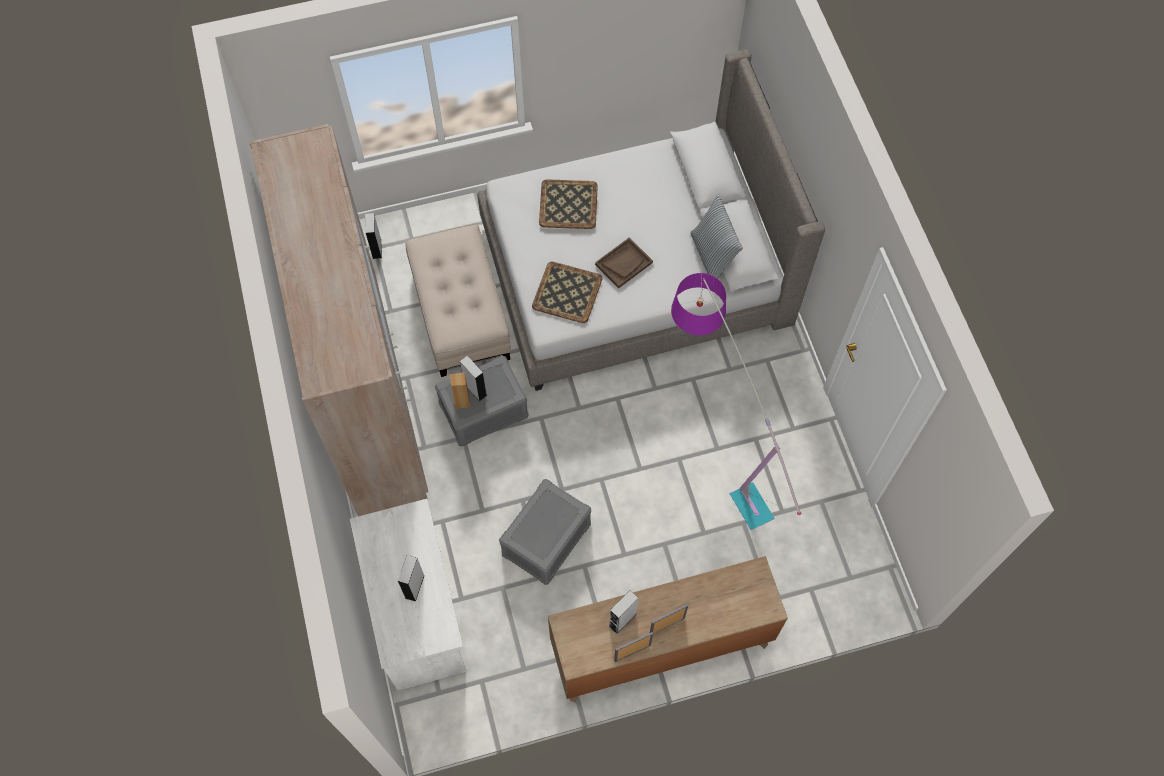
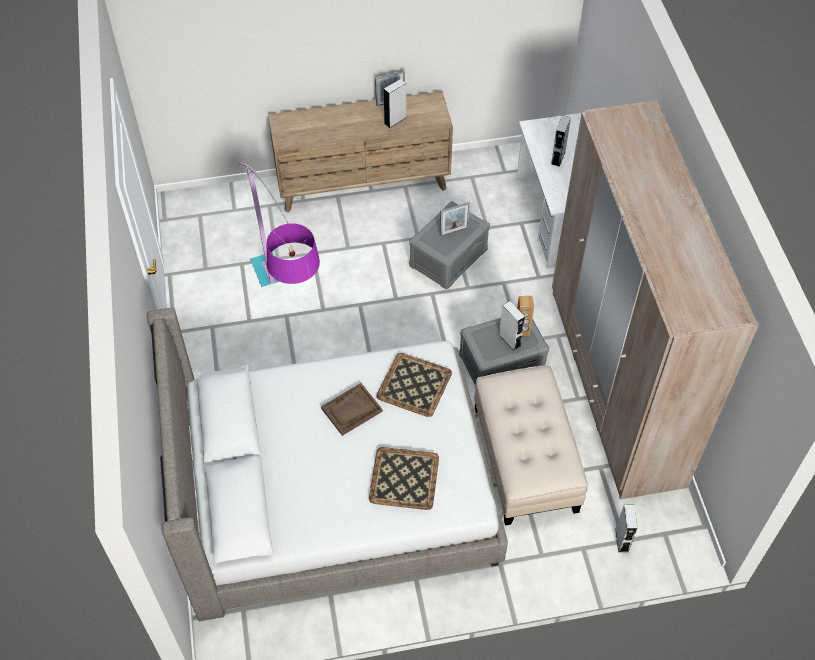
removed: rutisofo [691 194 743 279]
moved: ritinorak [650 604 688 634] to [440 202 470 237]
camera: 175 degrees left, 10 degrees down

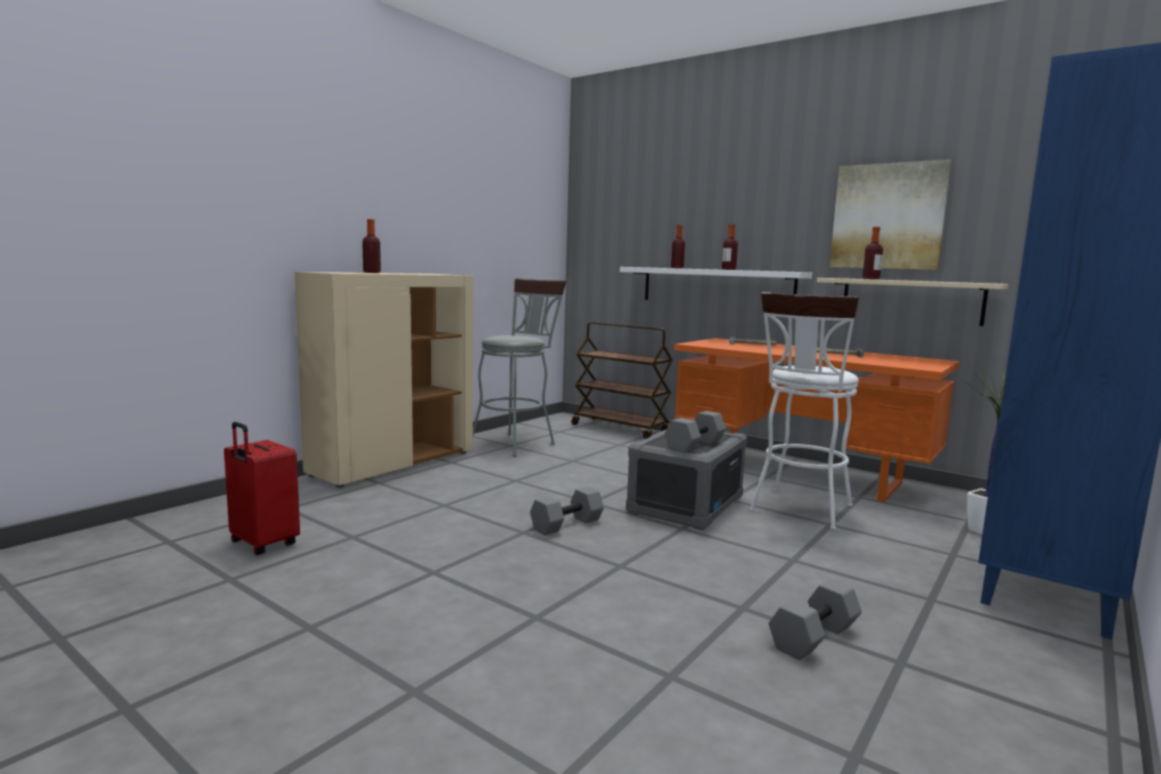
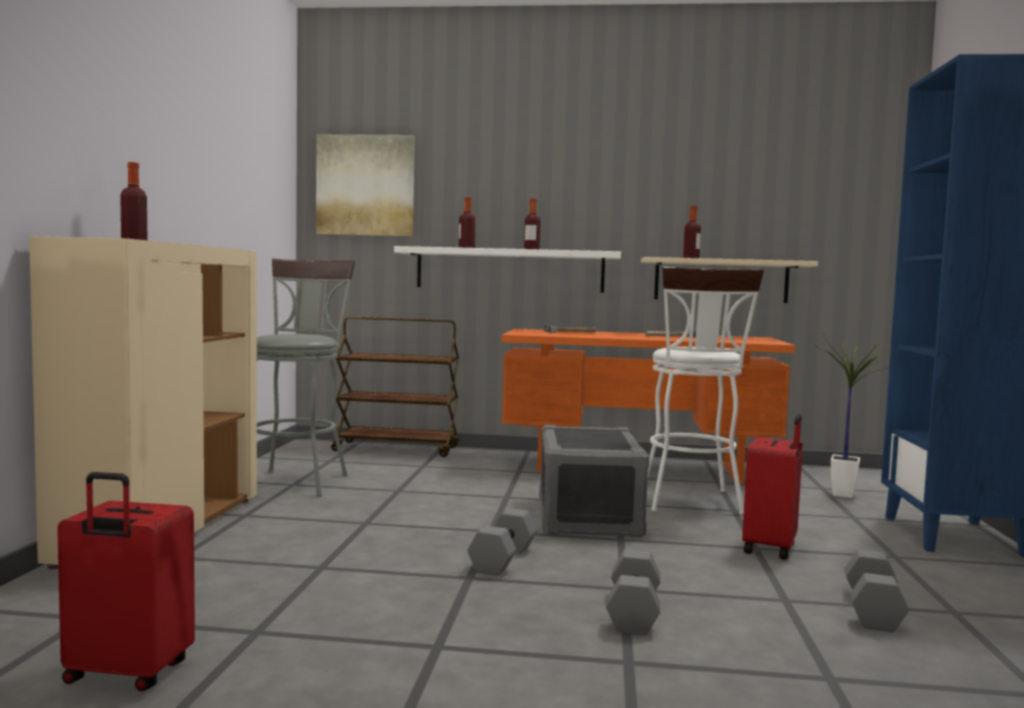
added: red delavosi [742 414 803 560]
moved: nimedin [830 159 952 270] to [316 134 415 236]; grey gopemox [664 411 726 453] to [606 549 660 635]
camera: 30 degrees left, 5 degrees down

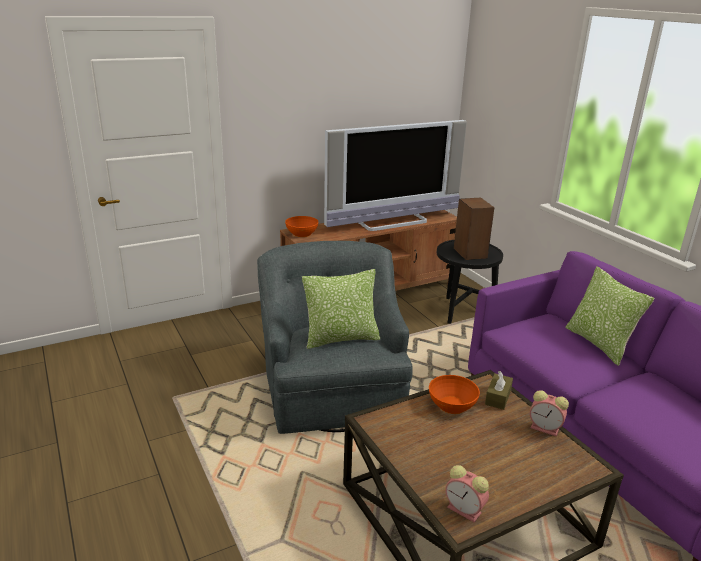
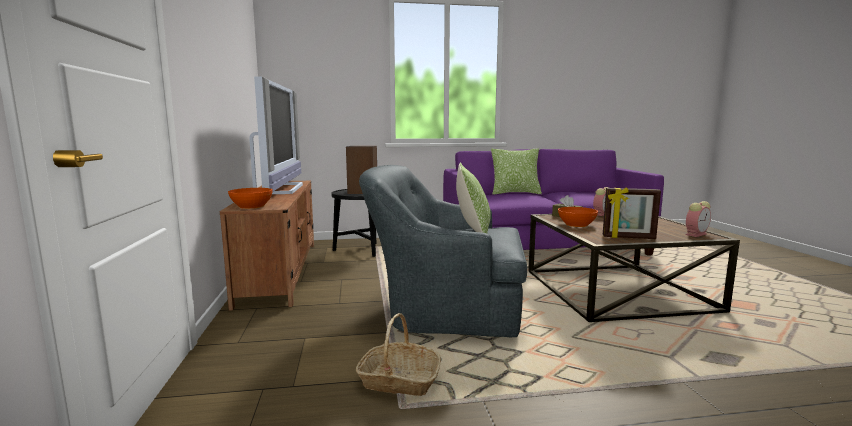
added: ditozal [356 313 441 396]; ritinorak [603 187 661 239]
camera: 70 degrees left, 15 degrees down

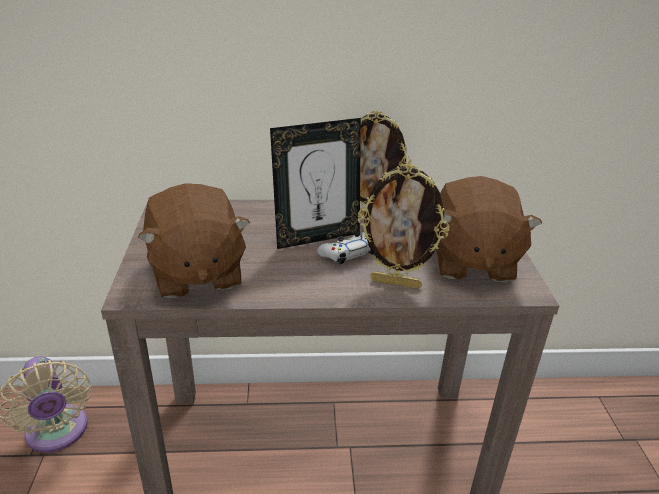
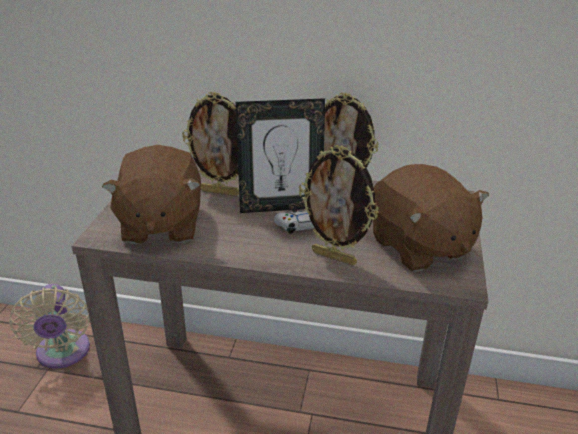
added: ritinorak [182 92 239 196]
turned: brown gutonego [436 176 542 282] = [373 164 489 272] 45 degrees counterclockwise
camera: 15 degrees right, 0 degrees up

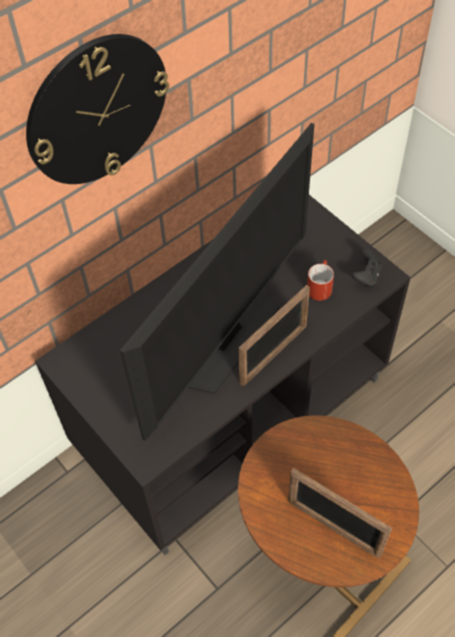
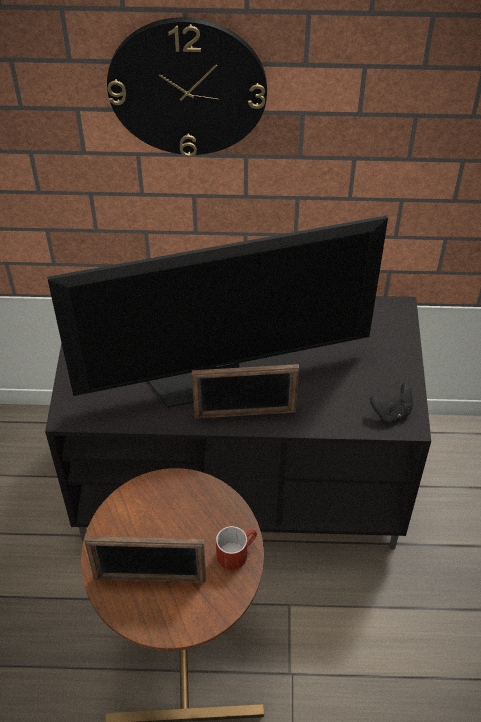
moved: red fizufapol [307 260 334 301] to [216 526 257 570]
turned: ritinorak [288 468 392 558] = [84 536 206 583] 75 degrees counterclockwise
camera: 40 degrees right, 5 degrees down

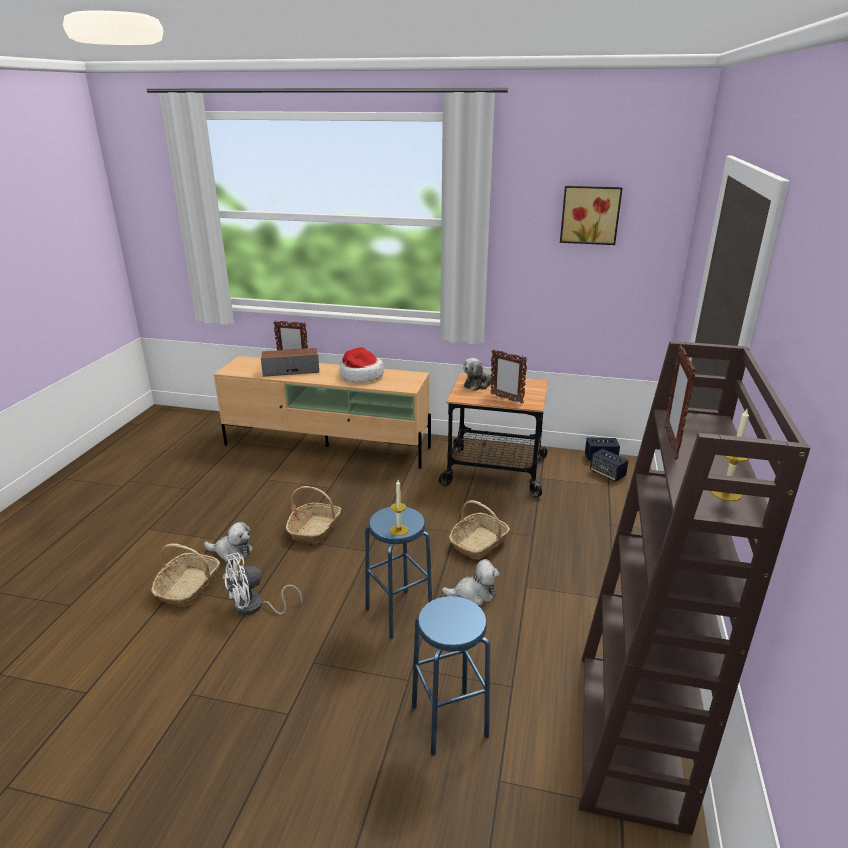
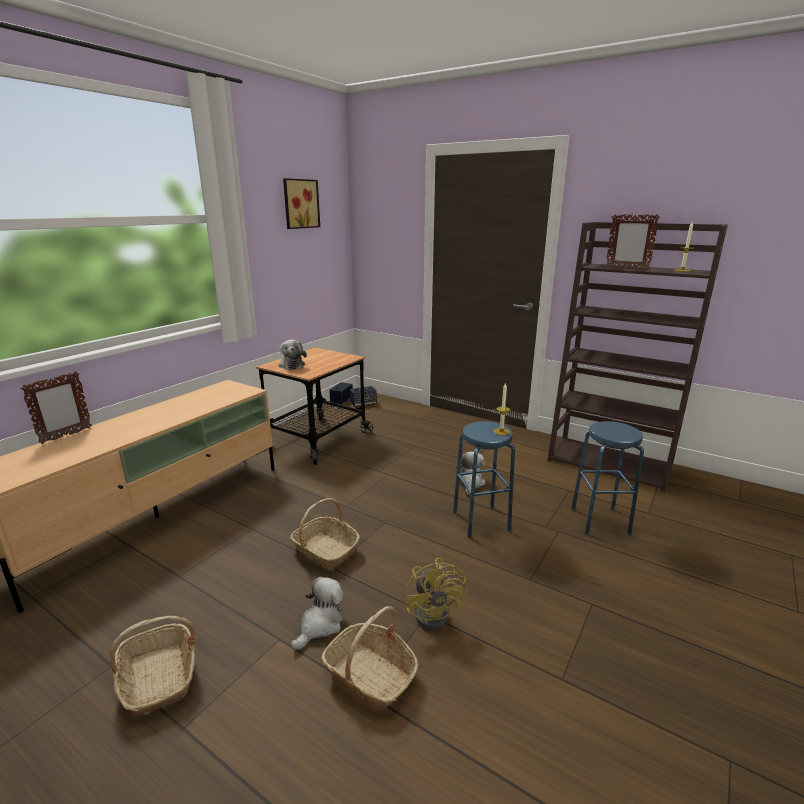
removed: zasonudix [261 348 319 377]; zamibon [340 347 384 382]; ritinorak [490 349 528 404]
moved: ditozal [449 500 510 560] to [110 616 196 716]
recoloured: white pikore [223 553 302 615] to yellow pikore [404 558 467 630]
camera: 70 degrees left, 5 degrees down

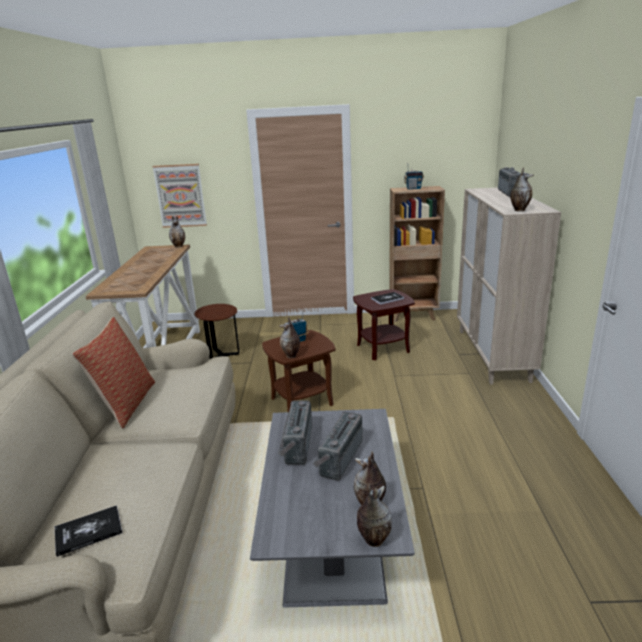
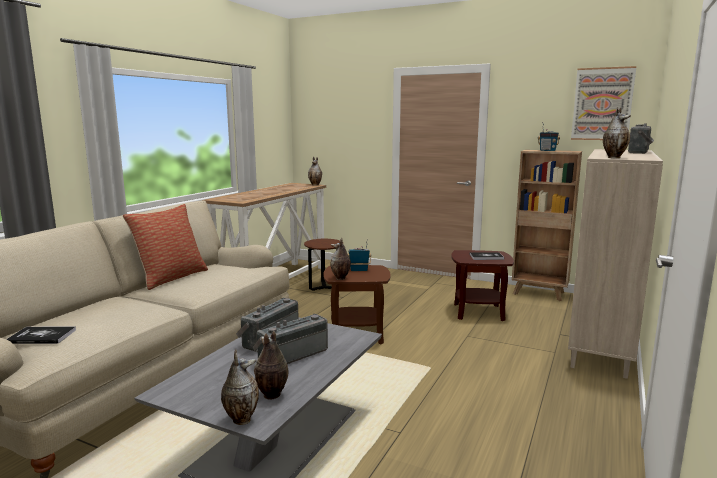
moved: nimedin [152 164 207 228] to [571 66 636 140]
camera: 25 degrees right, 10 degrees down

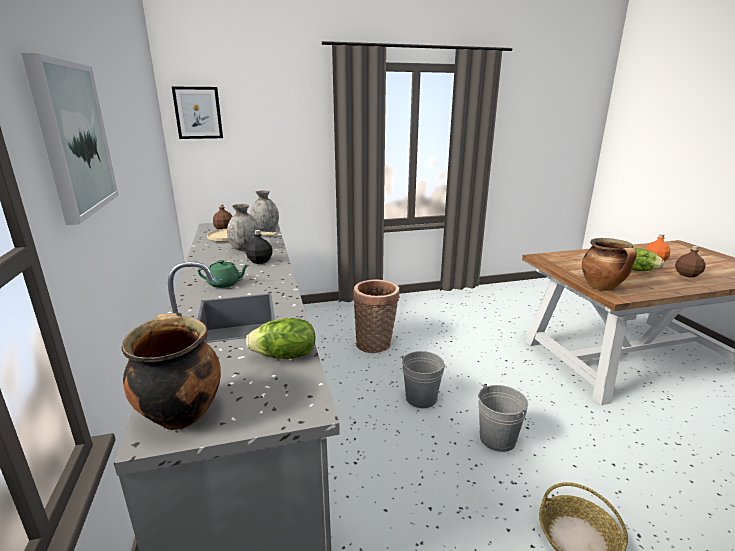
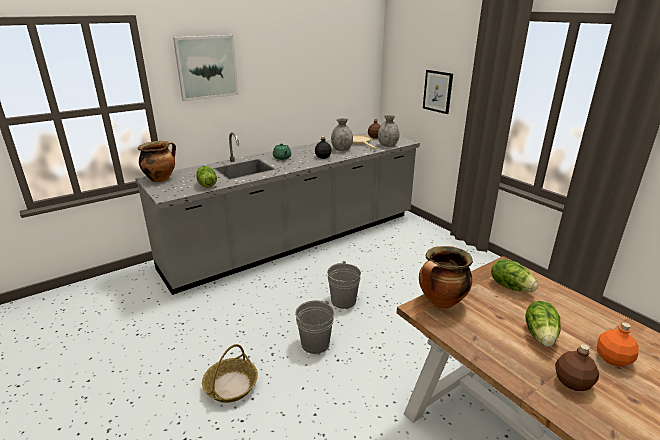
removed: ditozal [353 280 400 353]
added: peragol [491 259 538 292]
moved: nimedin [172 87 223 139] to [423 70 453 114]
camera: 70 degrees right, 5 degrees up

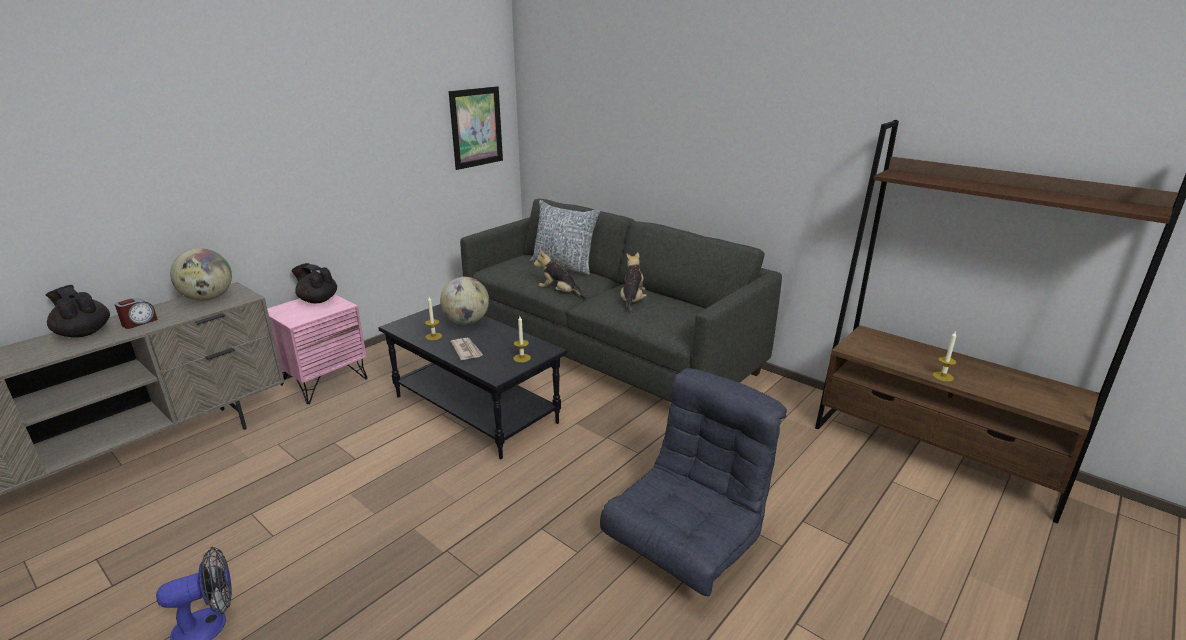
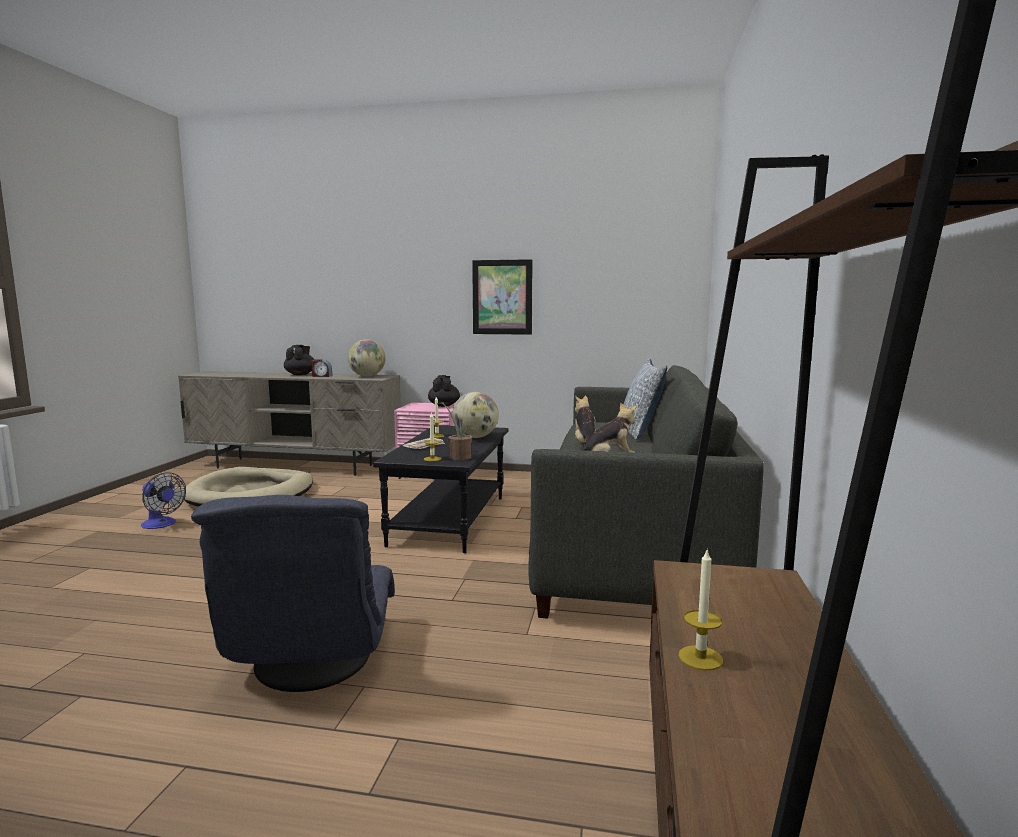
added: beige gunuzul [183 467 313 507]; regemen [437 402 476 460]
moved: nimedin [449 86 503 170] to [472 259 532 335]
turned: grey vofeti [600 368 787 596] = [191 495 395 692] 75 degrees clockwise
camera: 60 degrees right, 15 degrees down

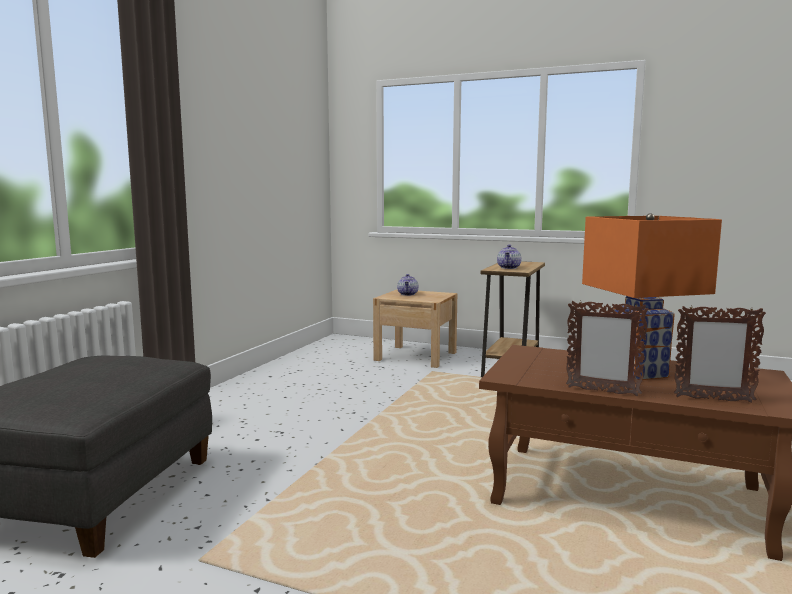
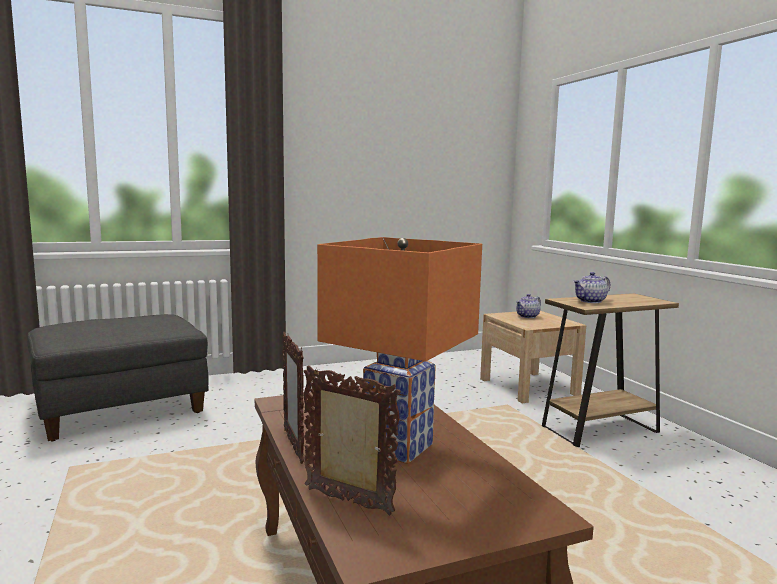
turned: ritinorak [674 306 766 403] = [303 366 401 515] 150 degrees clockwise
camera: 45 degrees right, 0 degrees up

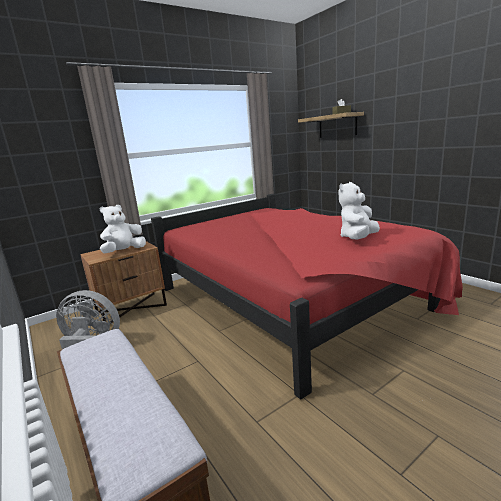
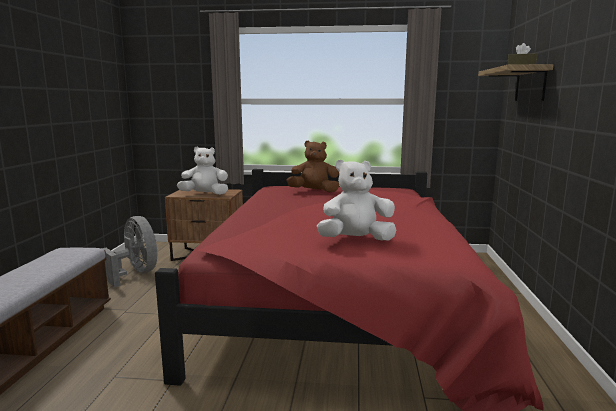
added: brown gutonego [286 140 339 192]
camera: 40 degrees right, 5 degrees down

